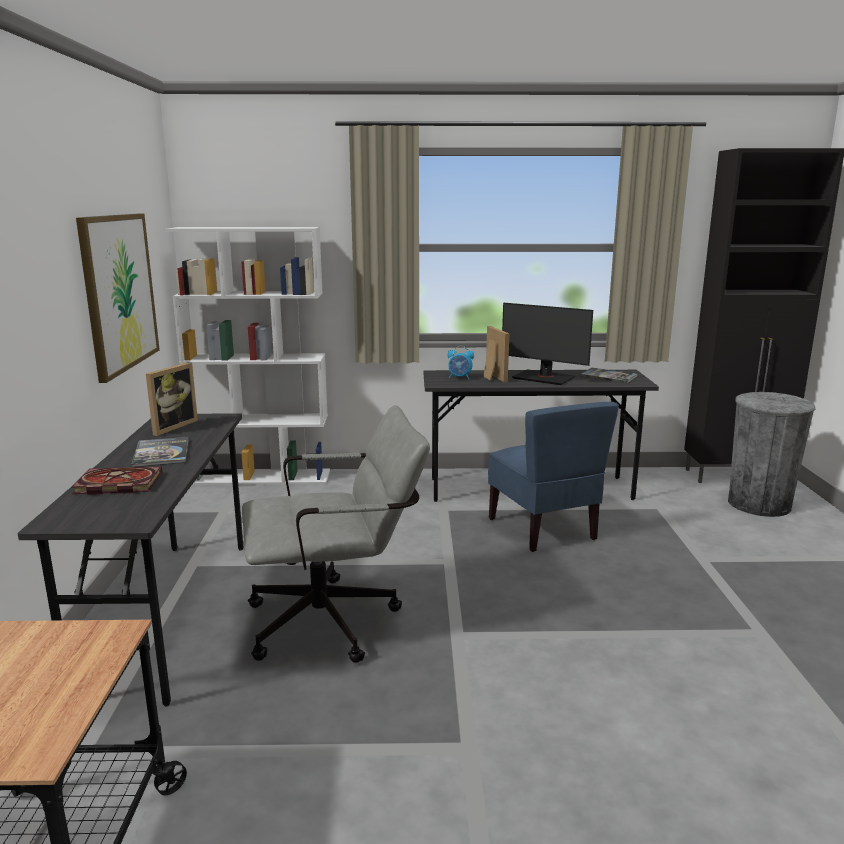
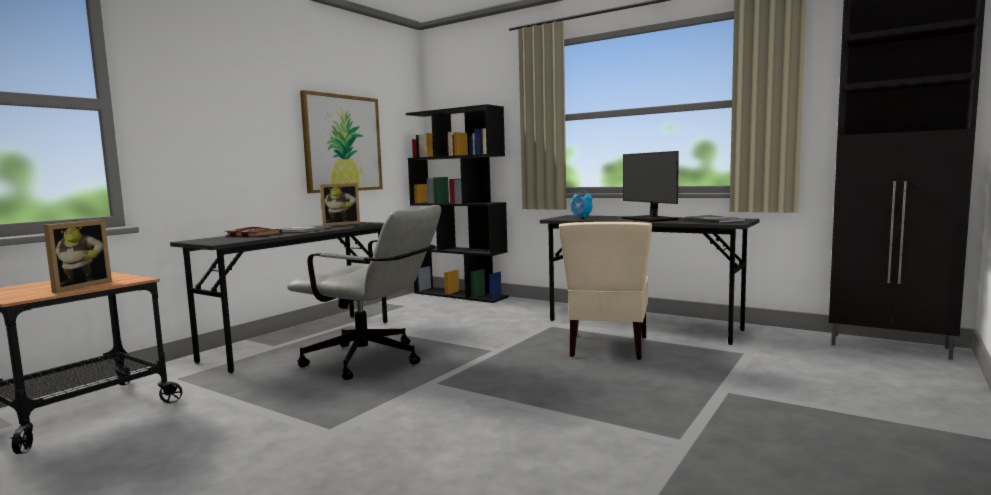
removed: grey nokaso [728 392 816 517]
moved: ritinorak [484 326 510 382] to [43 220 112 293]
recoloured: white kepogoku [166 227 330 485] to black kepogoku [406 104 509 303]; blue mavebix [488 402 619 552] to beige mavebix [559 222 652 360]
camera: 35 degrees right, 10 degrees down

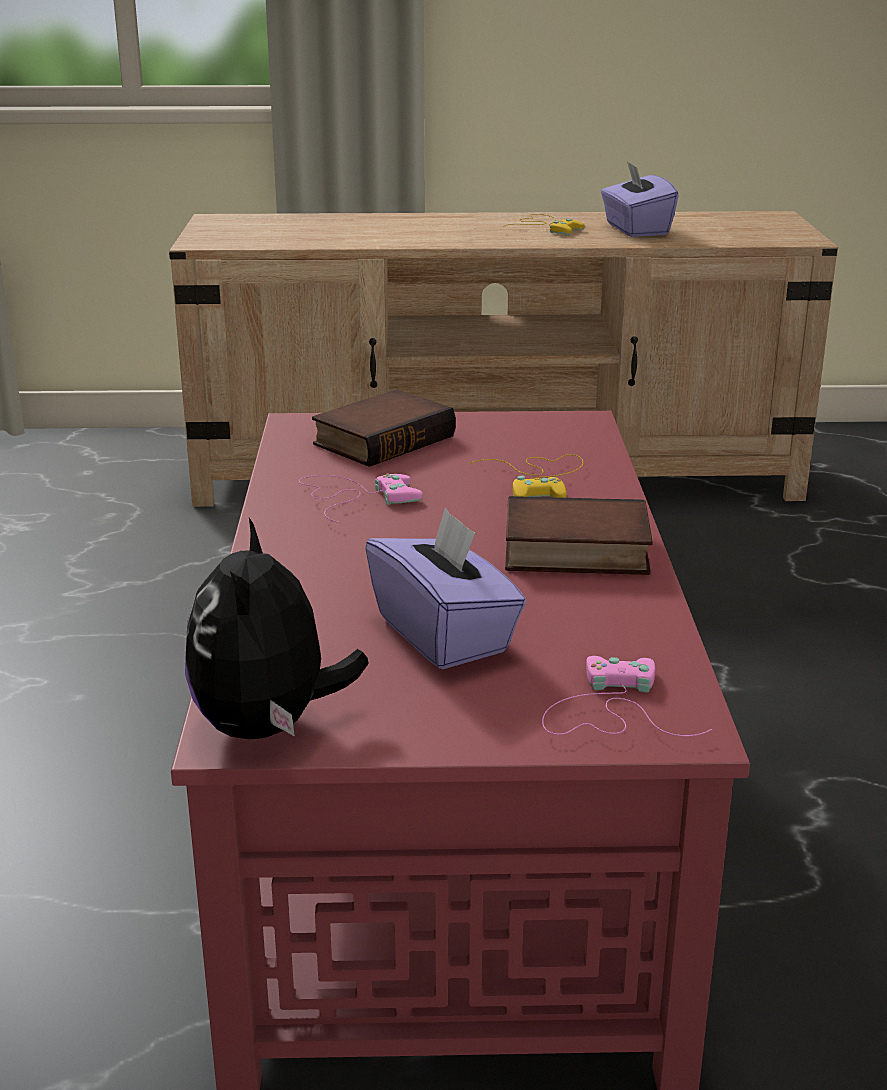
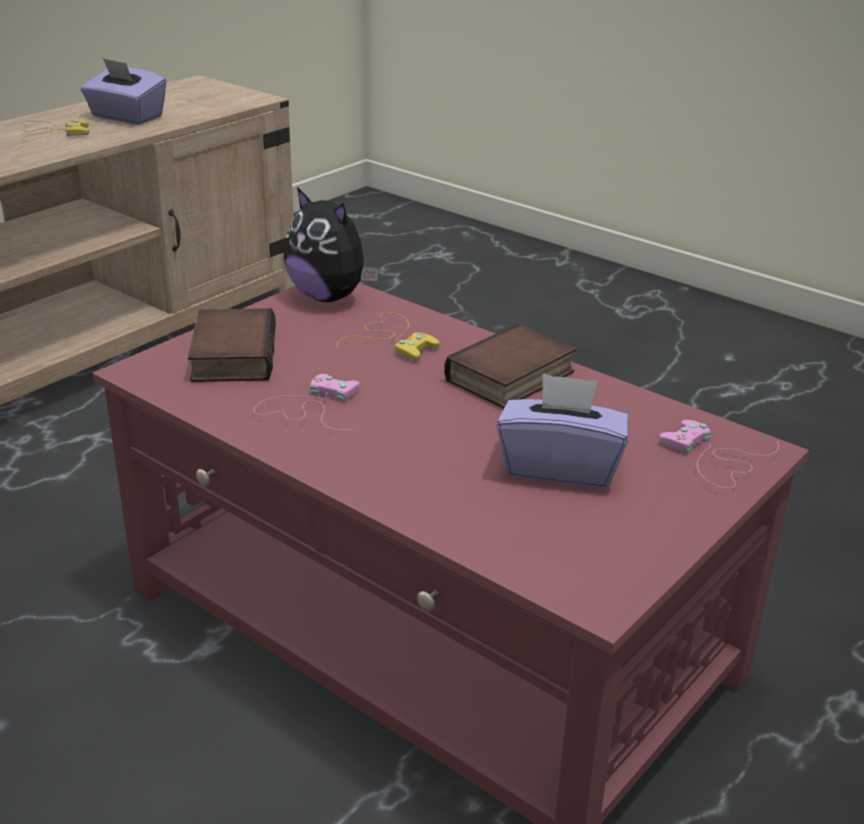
moved: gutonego [185 518 369 739] to [284 187 379 302]
camera: 50 degrees left, 5 degrees up

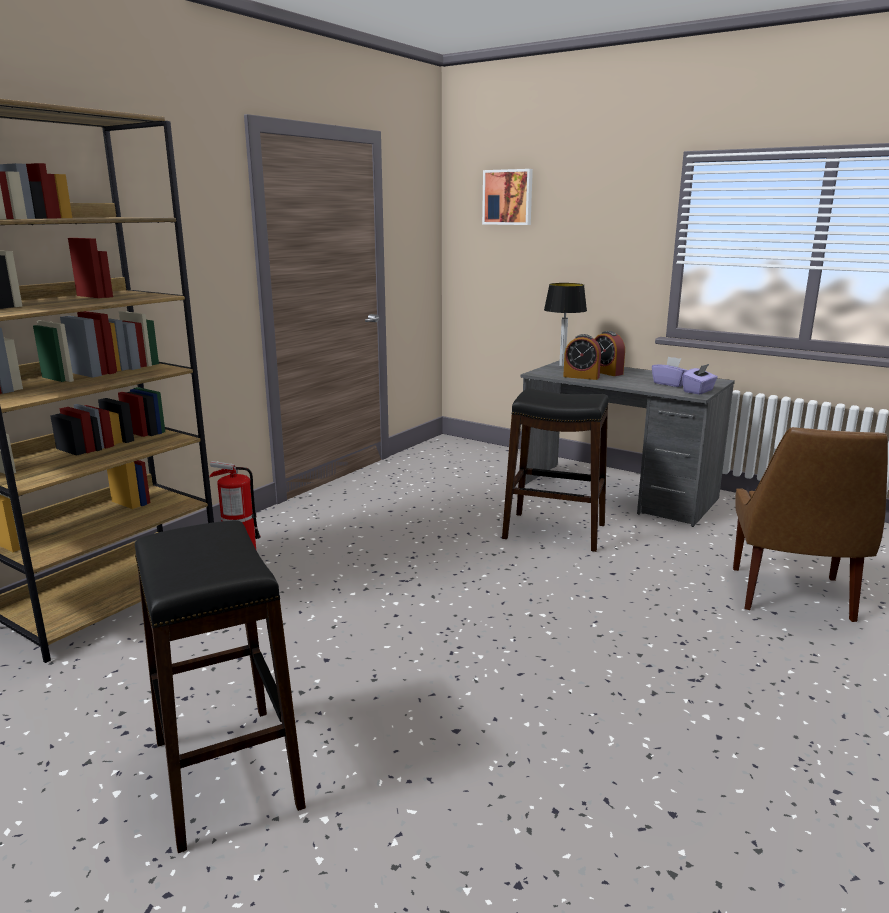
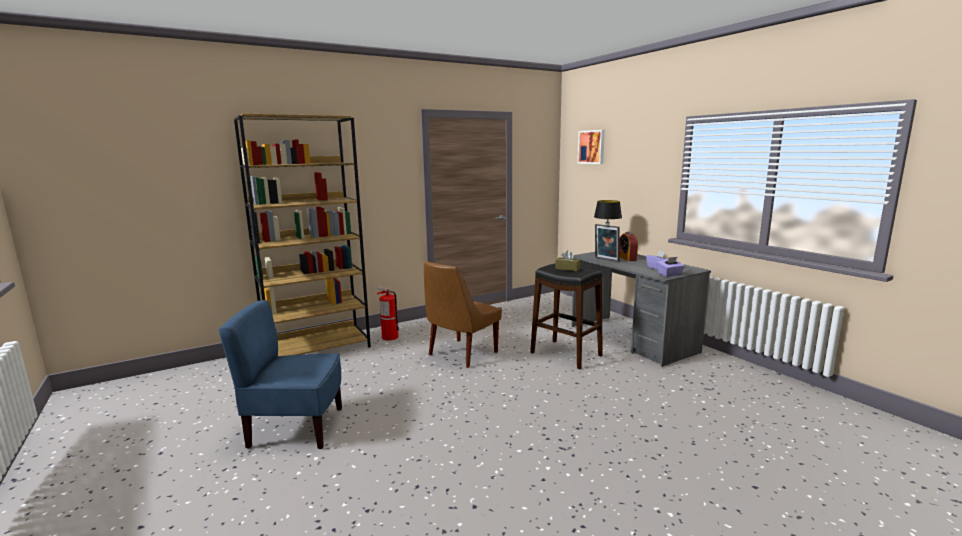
added: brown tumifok [555 251 580 271]
moved: brown mavebix [733 427 888 622] to [424 261 502 368]
replaced: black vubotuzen [135 520 306 853] to blue mavebix [219 300 342 449]; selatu [563 334 601 380] to ritinorak [595 224 619 262]
camera: 25 degrees right, 5 degrees down

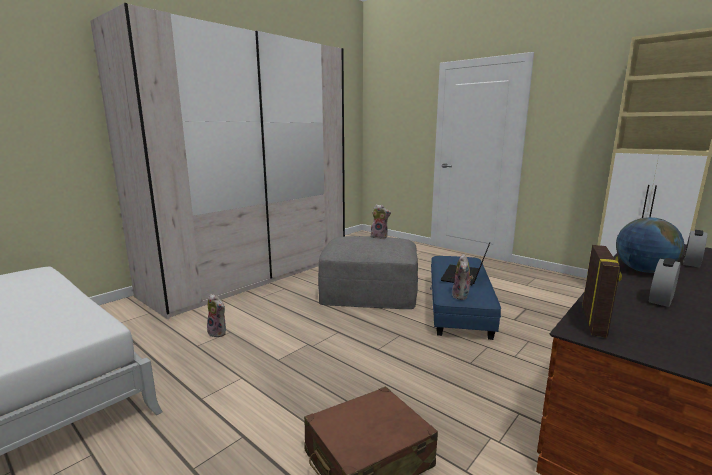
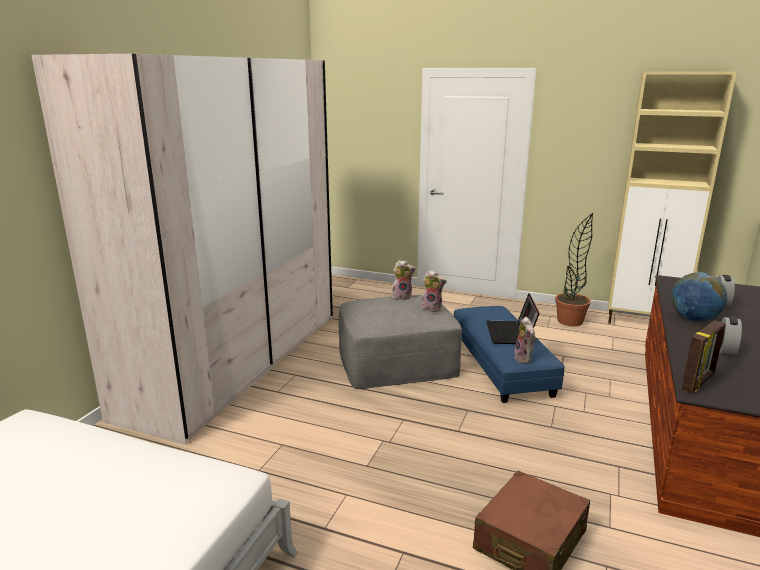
added: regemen [555 213 593 326]
moved: gutonego [207 294 226 338] to [421 270 447 312]
turned: ritinorak [582 245 622 338] = [681 320 725 393] 45 degrees clockwise
camera: 20 degrees left, 5 degrees up

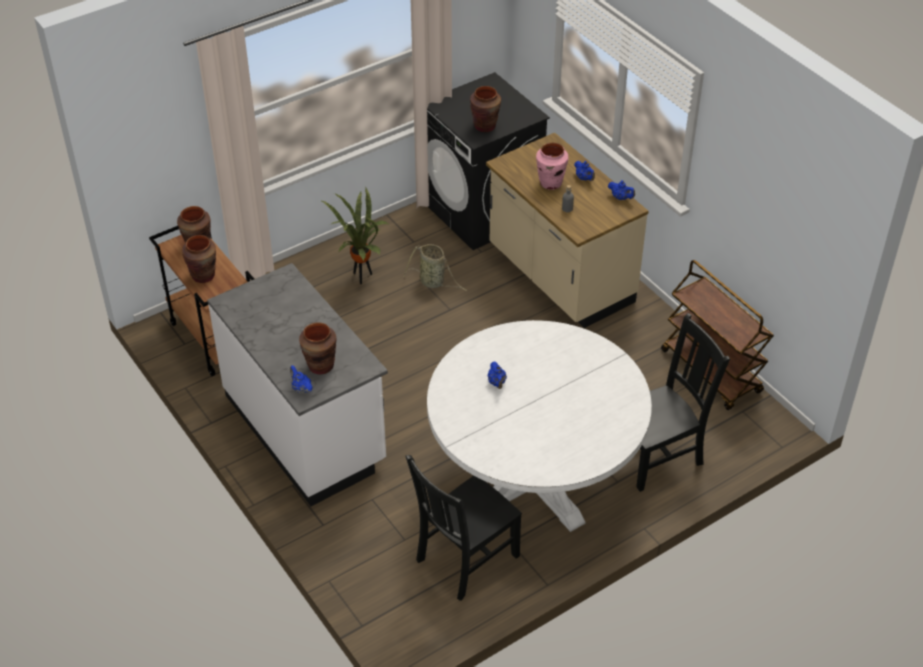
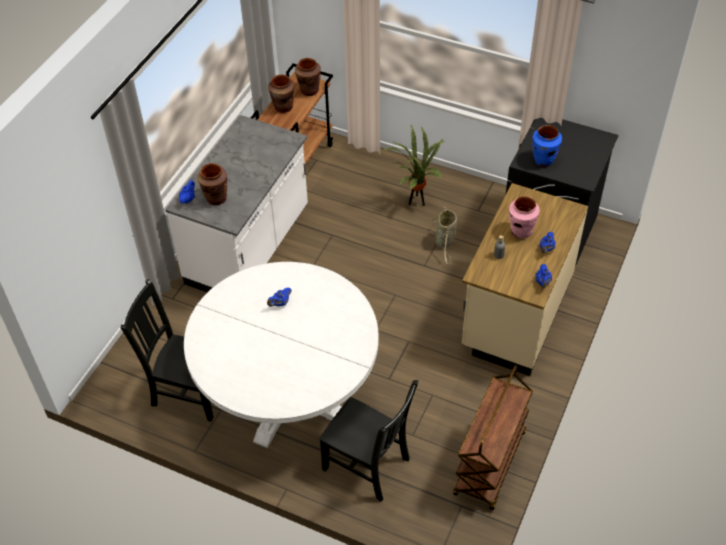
recoloured: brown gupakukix [470 86 501 132] to blue gupakukix [532 125 562 167]
camera: 60 degrees right, 5 degrees up

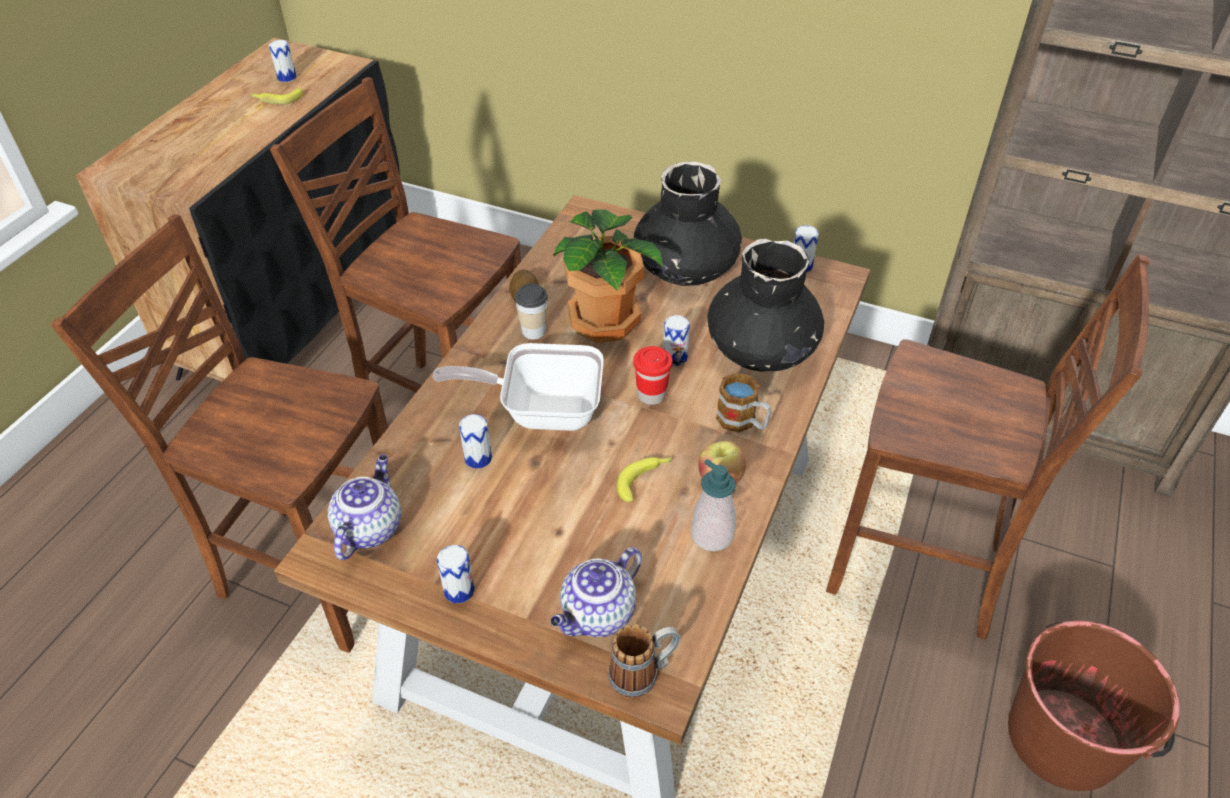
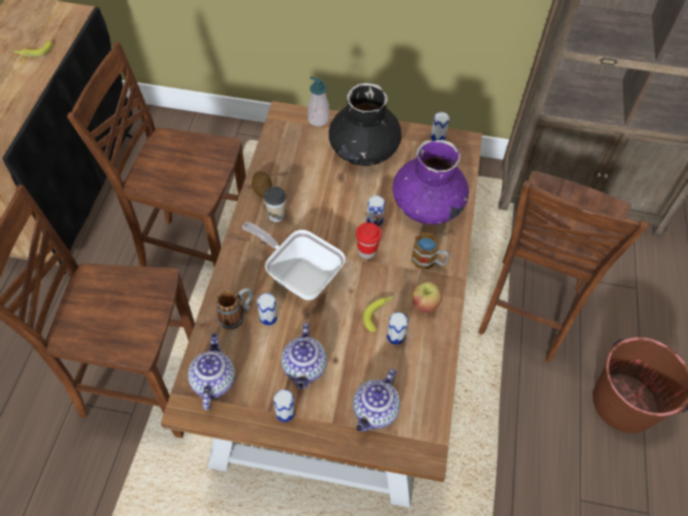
removed: regemen [553 209 663 343]
added: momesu [281 323 327 389]
moved: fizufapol [608 624 680 698] to [216 288 253 329]; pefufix [691 459 736 551] to [308 76 329 126]; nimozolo [269 40 297 82] to [387 312 408 345]
recoloured: black gupakukix [707 239 824 371] to purple gupakukix [393 140 469 225]
turned: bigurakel [432 343 604 431] = [242 222 345 300] 45 degrees clockwise; brown mavebix [826 254 1149 640] = [478 171 648 362] 105 degrees clockwise
camera: 15 degrees left, 10 degrees up

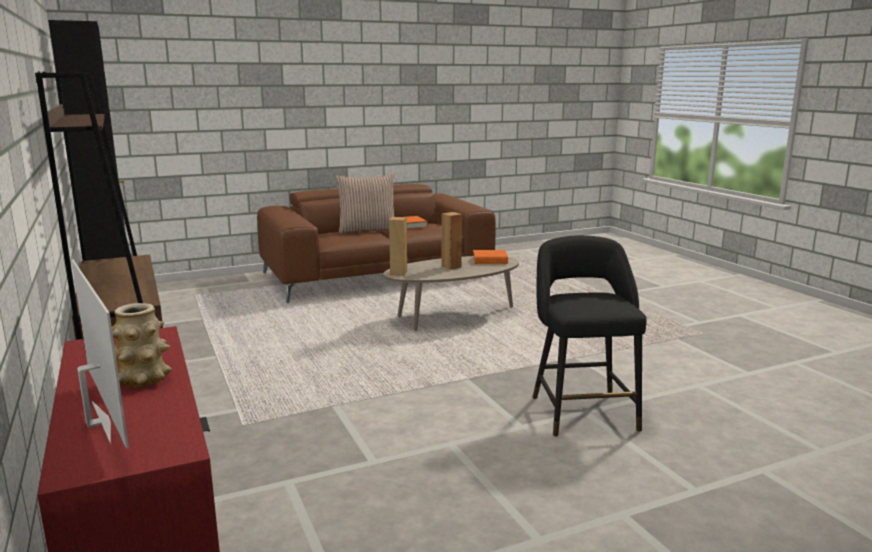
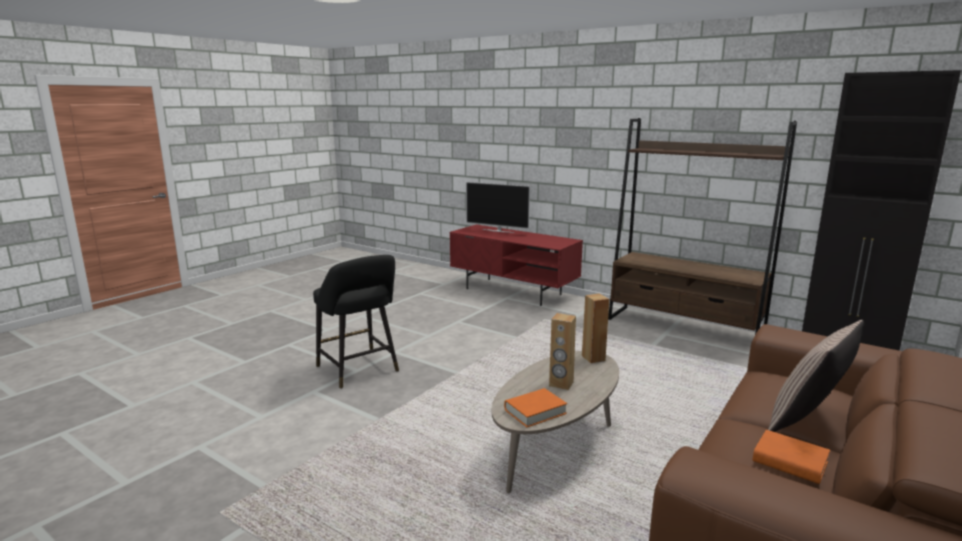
removed: gupakukix [112 303 172 388]
camera: 150 degrees right, 0 degrees up

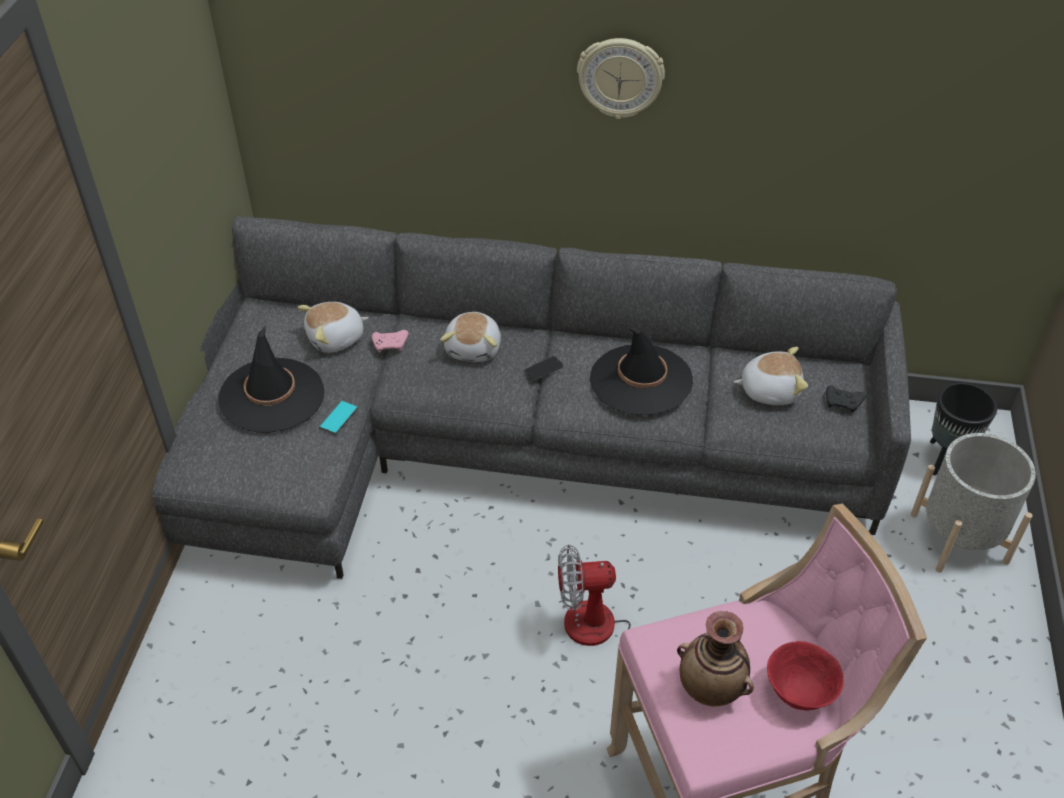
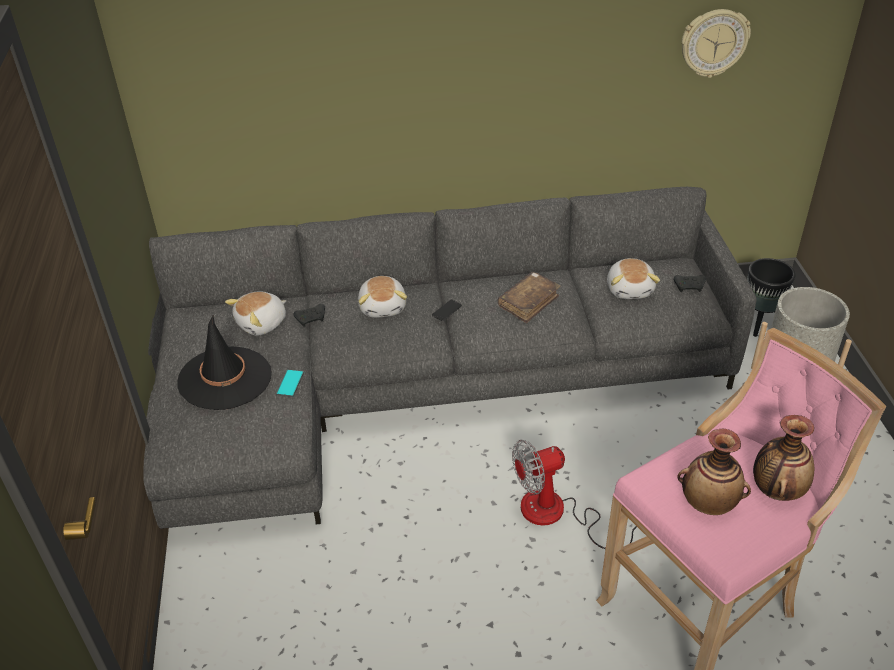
moved: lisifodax [577 38 665 119] to [681 9 751 78]
replaced: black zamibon [590 328 693 415] to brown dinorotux [498 272 561 323]; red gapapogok [767 641 844 711] to gupakukix [753 415 814 501]
recoloured: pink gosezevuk [372 330 409 353] to black gosezevuk [294 304 325 327]
turned: gutonego [734 347 808 405] = [607 258 660 299] 105 degrees clockwise
camera: 15 degrees left, 5 degrees down

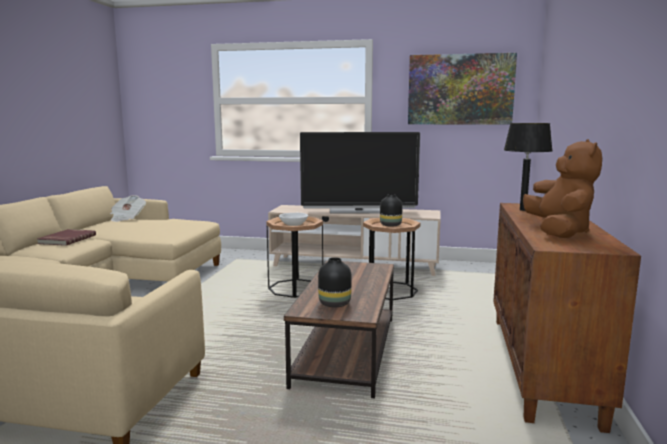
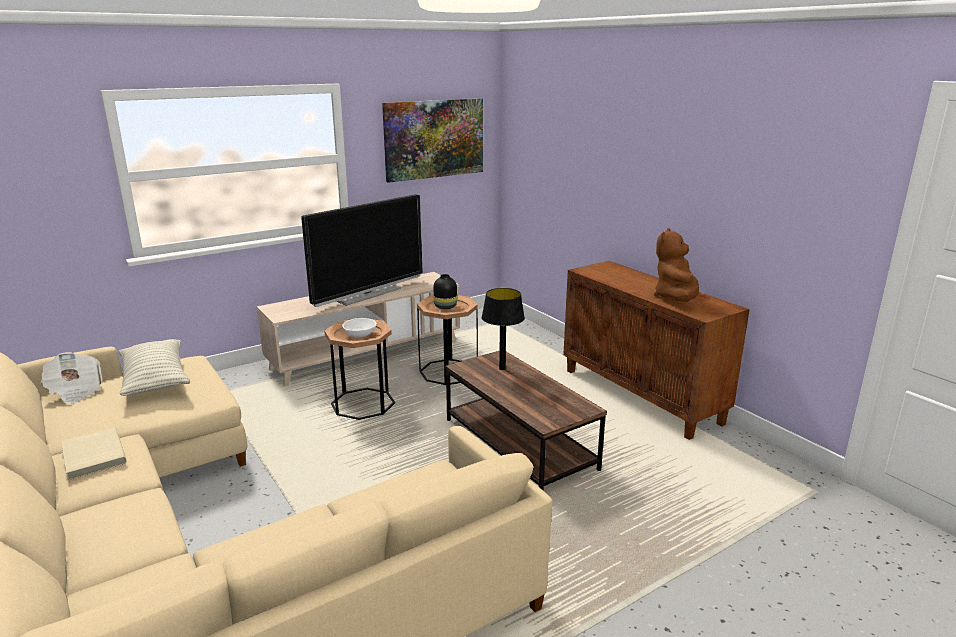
removed: black gupakukix [318 257 352 307]
added: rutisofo [119 339 190 396]
moved: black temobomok [504 123 553 211] to [482 288 525 370]
recoloured: red dinorotux [37 229 96 246] to beige dinorotux [61 427 127 480]
turned: brown gutonego [523 139 602 238] = [654 228 699 302] 120 degrees counterclockwise
camera: 45 degrees left, 10 degrees up

